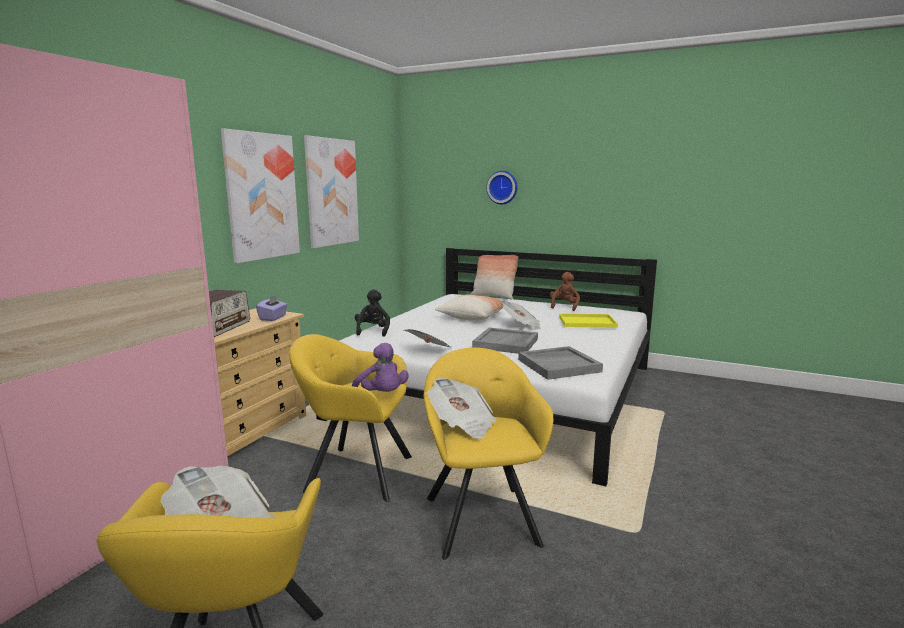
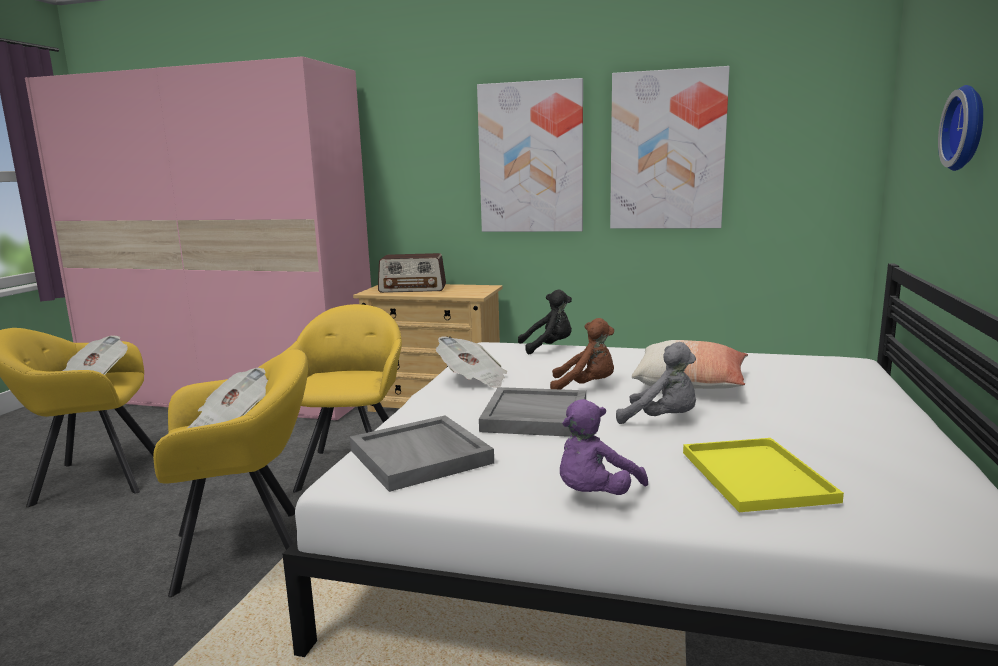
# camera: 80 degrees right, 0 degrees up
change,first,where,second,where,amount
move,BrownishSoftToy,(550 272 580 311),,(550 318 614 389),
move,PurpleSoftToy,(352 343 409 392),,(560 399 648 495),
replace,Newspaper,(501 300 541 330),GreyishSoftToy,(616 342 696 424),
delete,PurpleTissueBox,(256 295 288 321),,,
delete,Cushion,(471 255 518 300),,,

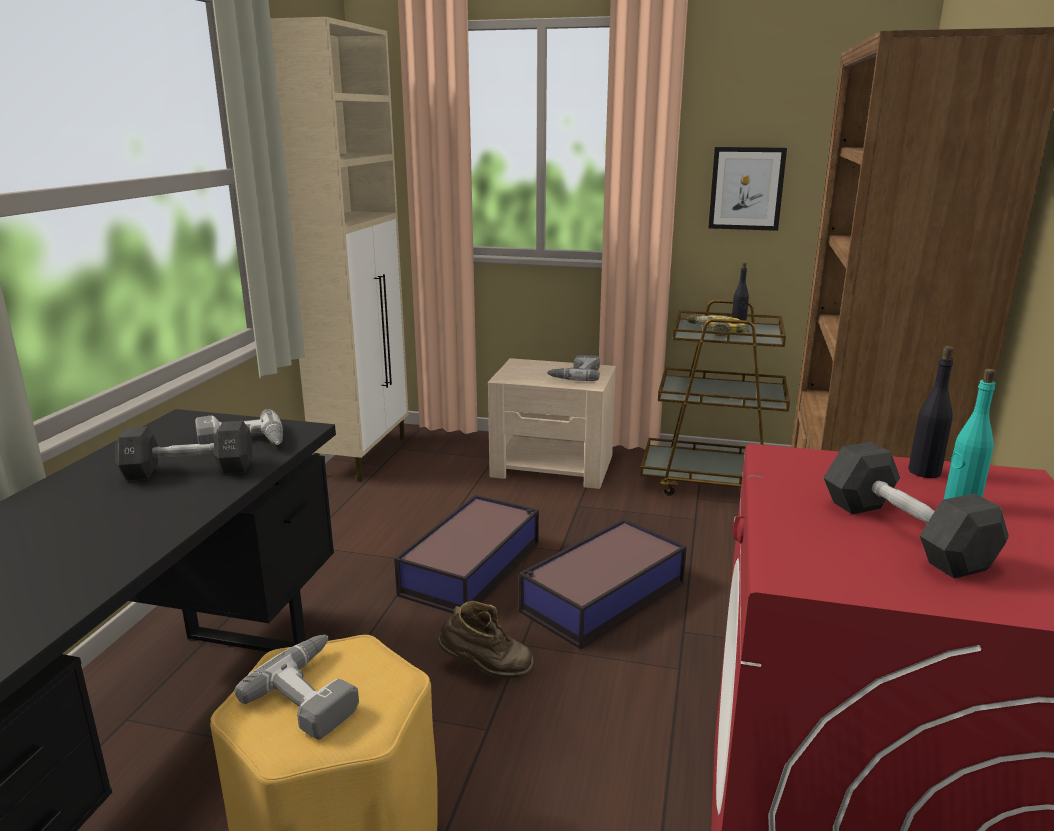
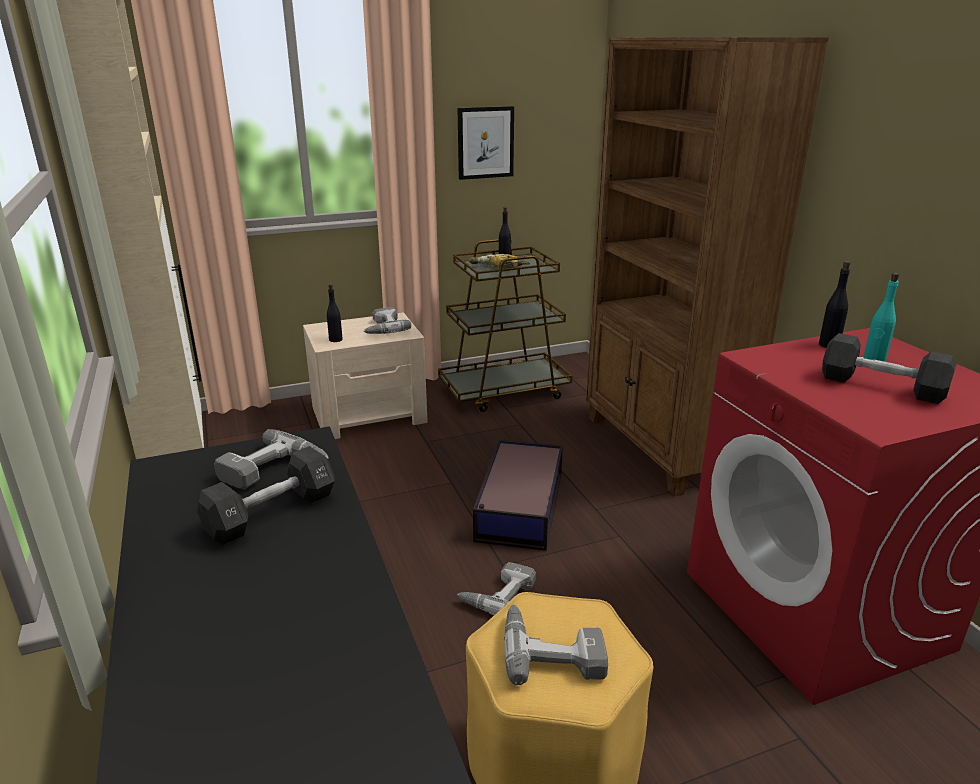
# camera: 35 degrees left, 5 degrees up
change,first,where,second,where,amount
insert,,,BlackishBeverageBottle,(327 284 343 342),
replace,BrownishHighTopBoot,(438 601 534 678),PowerDrill,(457 562 536 615),
delete,StorageBox,(394 495 539 614),,,

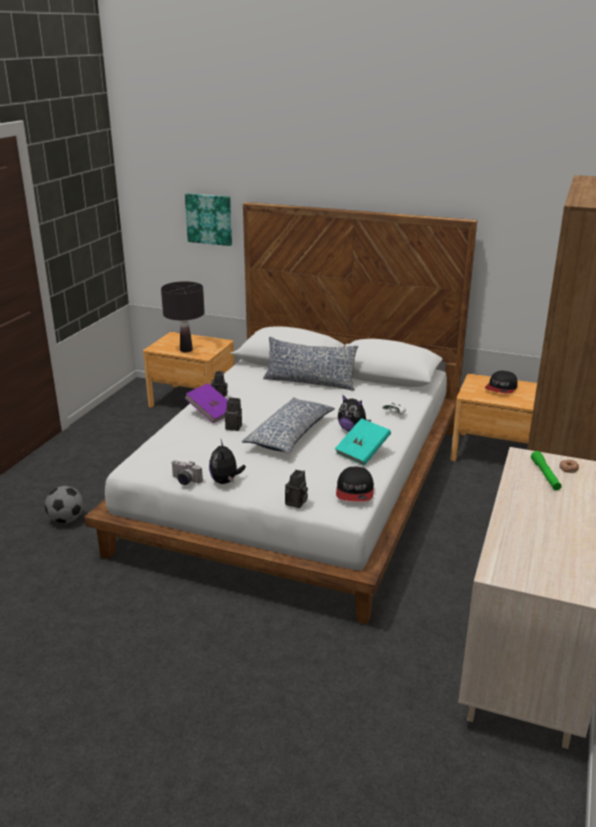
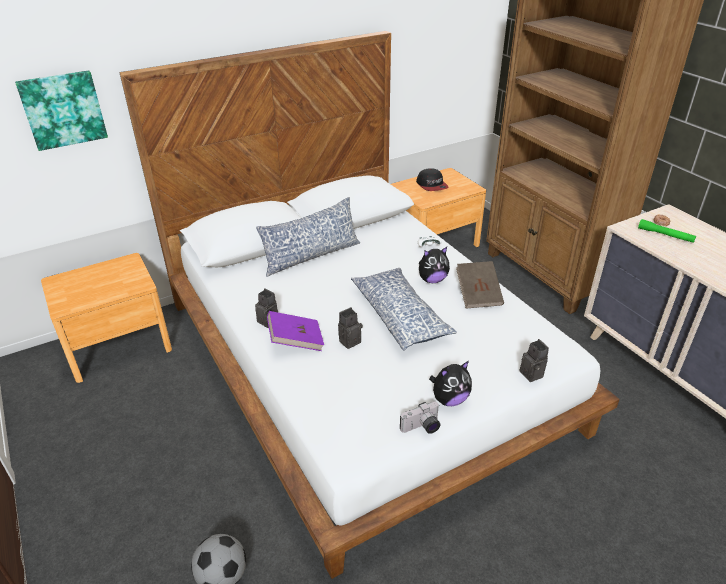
# camera: 50 degrees left, 10 degrees up
change,first,where,second,where,amount
rotate,SoftToy,(209 440 246 484),,(429 361 472 406),60 degrees counterclockwise
recolor,TurquoiseBoundBook,(335 418 391 465),BrownishBoundBook,(456 261 504 309),
delete,BlackishTabletopLamp,(161 281 205 352),,,
delete,PeakedCap,(336 466 374 502),,,

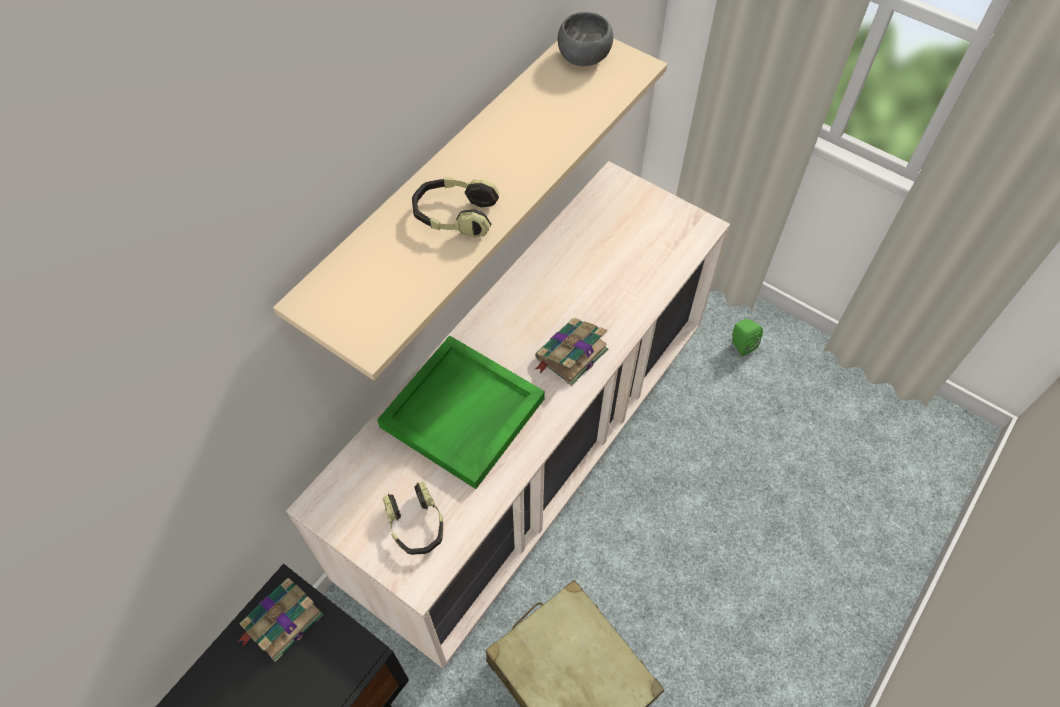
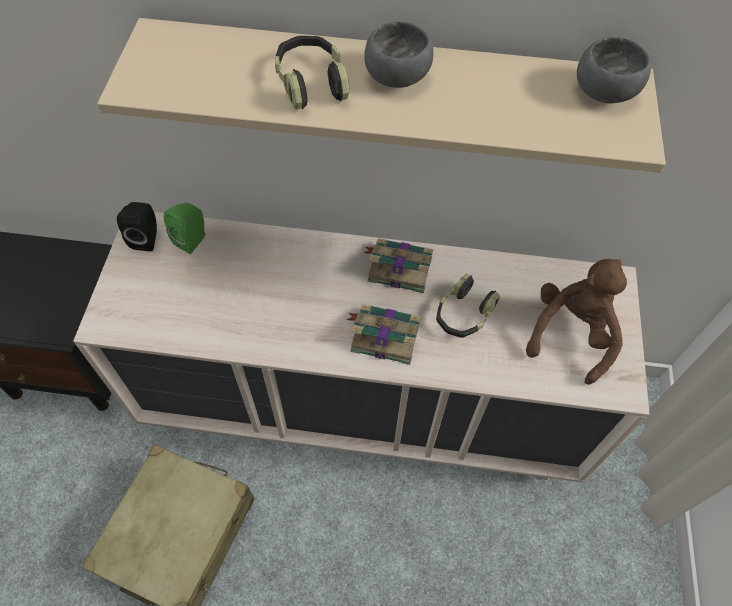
# camera: 60 degrees right, 0 degrees up
change,first,where,second,where,amount
insert,,,BlackishSpeaker,(117 202 157 251),
move,GreenSpeaker,(732 319 763 356),,(164 203 205 254),
move,BoundBook,(238 578 324 662),,(364 238 433 293),
insert,,,GreyishServingBowl,(365 21 433 88),
move,Headset,(383 482 443 555),,(436 274 500 338),
insert,,,BrownishSoftToy,(526 259 627 385),
delete,GreenServingTray,(377 335 545 489),,,

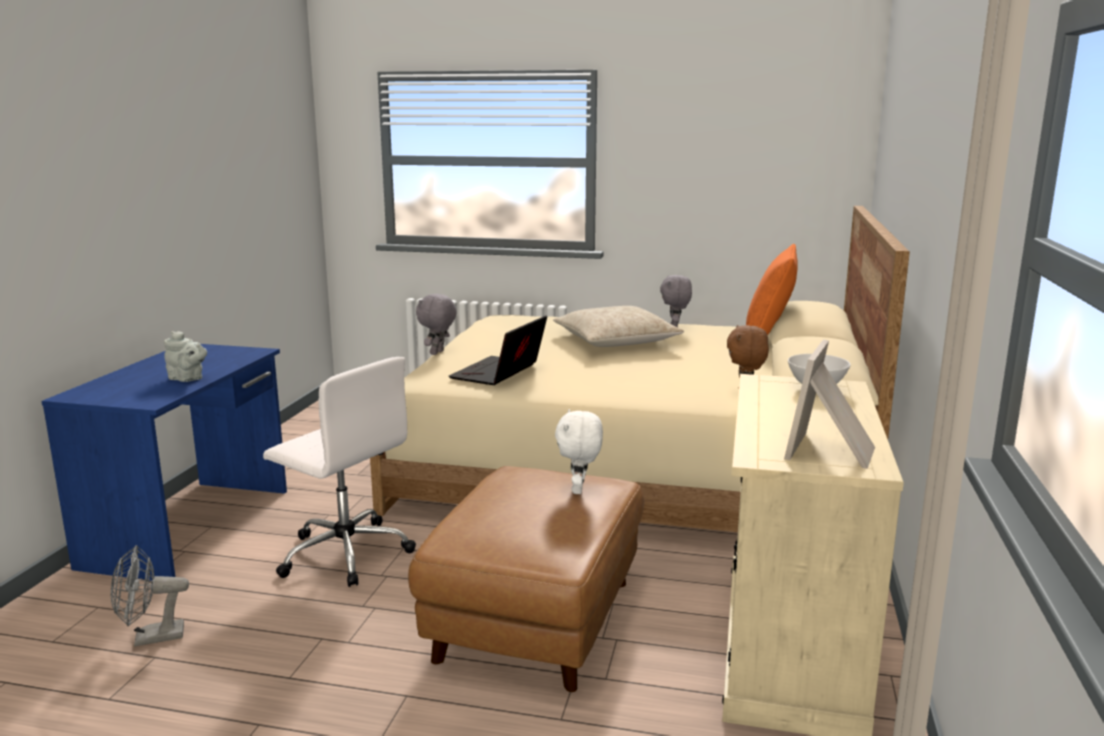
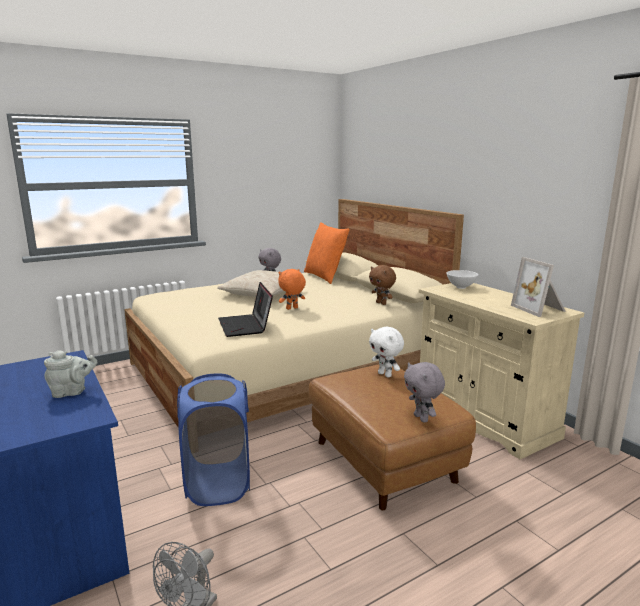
# camera: 45 degrees left, 0 degrees up
change,first,where,second,where,amount
replace,WhiteDeskChair,(263 357 416 587),BlueWashingBasket,(177 374 250 506),
insert,,,OrangeSoftToy,(278 269 306 310),
move,GreyishSoftToy,(416 294 457 355),,(404 362 445 422),

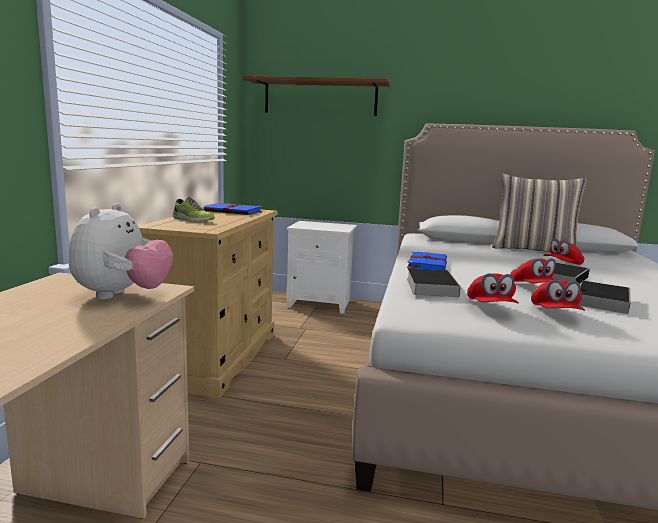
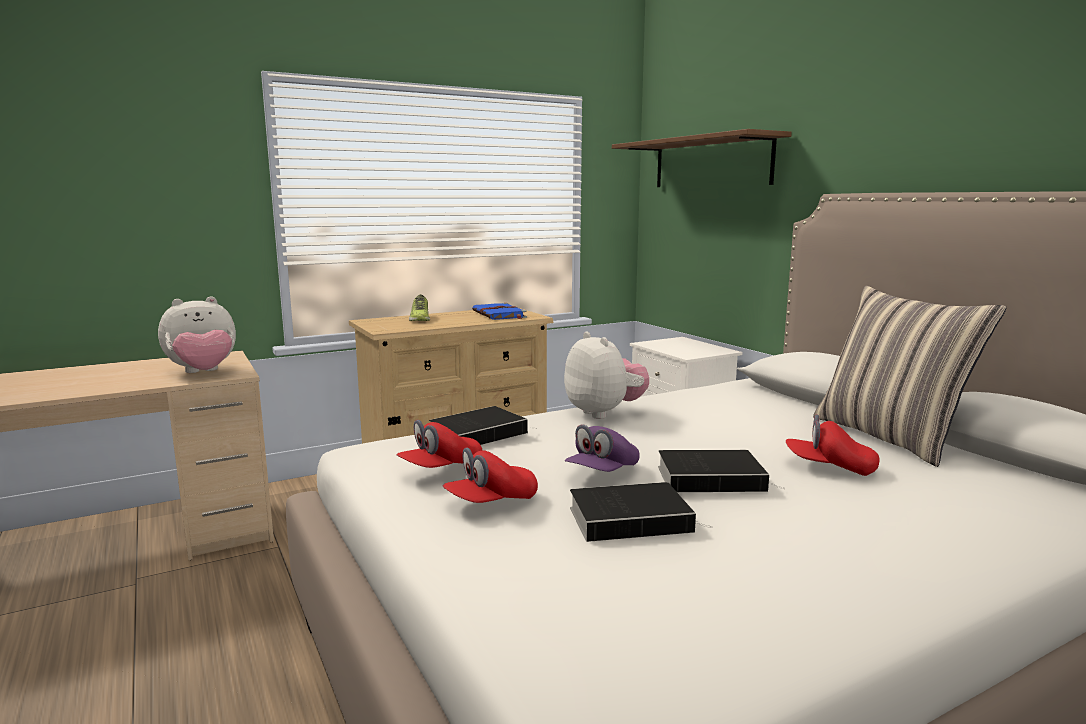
# camera: 50 degrees right, 0 degrees up
change,first,where,second,where,amount
replace,BlueBoundBook,(407 251 447 270),SoftToy,(564 331 649 419),
recolor,RedColouredPeakedCap,(510 258 557 283),PurplePeakedCap,(565 425 640 472),

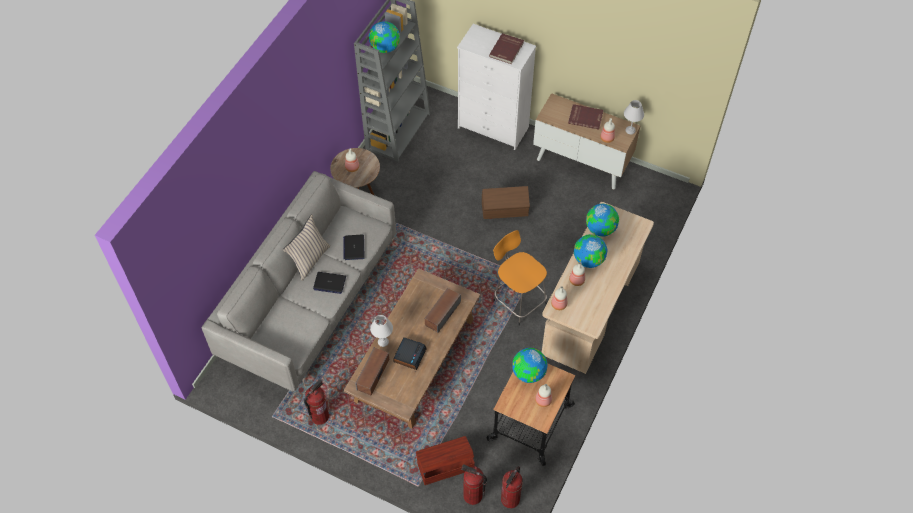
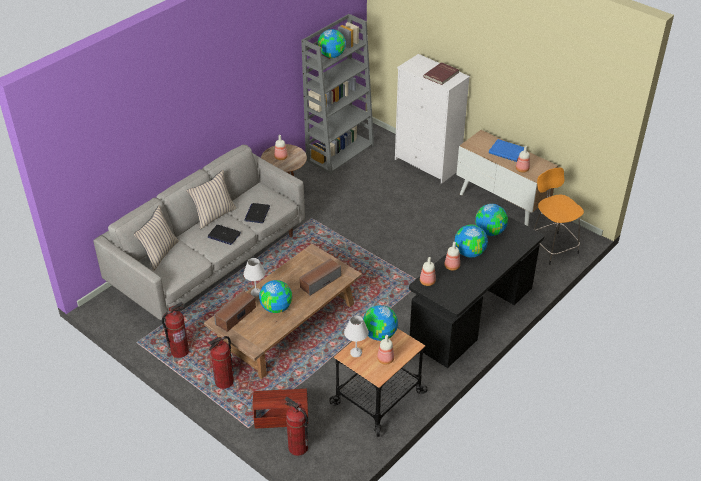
# camera: 15 degrees right, 15 degrees down
change,first,where,second,where,amount
insert,,,BeigeCushion,(134 205 179 271),
move,FireExtinguisher,(501 466 522 508),,(208 336 234 389),
replace,TableClock,(393 337 427 370),WorldGlobe,(259 280 292 313),
move,WhiteTabletopLamp,(624 100 644 134),,(344 316 369 357),
recolor,BeigeDeskUnit,(542 202 654 374),BlackishDeskUnit,(409 216 544 368),
recolor,RedColouredBoundBook,(568 104 603 130),BlueBoundBook,(489 139 524 162),
move,OrangeStoolSeat,(493 230 547 326),,(534 168 584 265),
delete,BrownishStorageBox,(482 186 530 219),,,

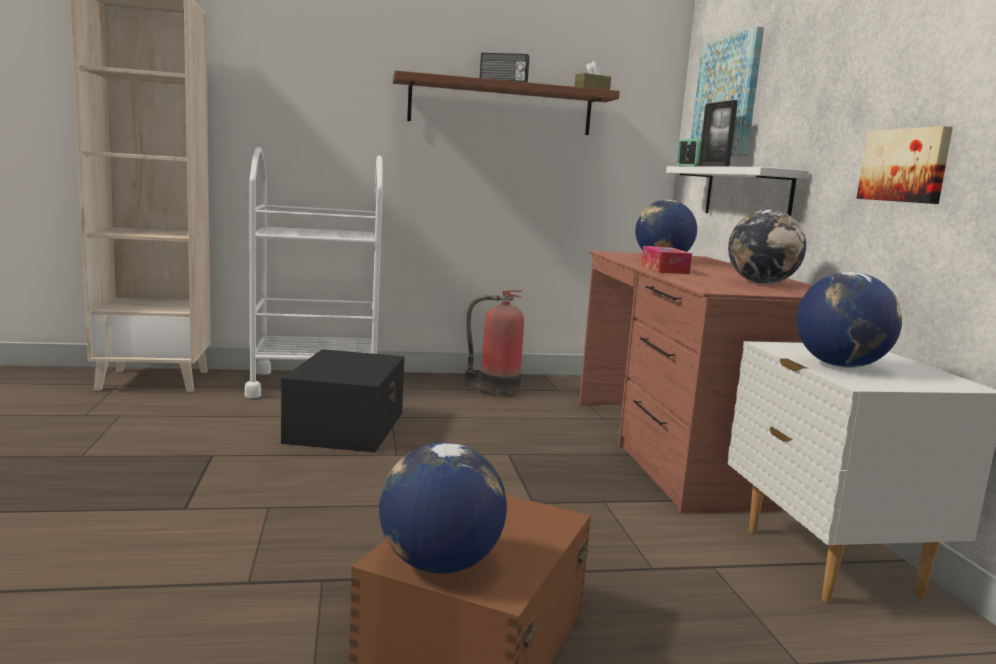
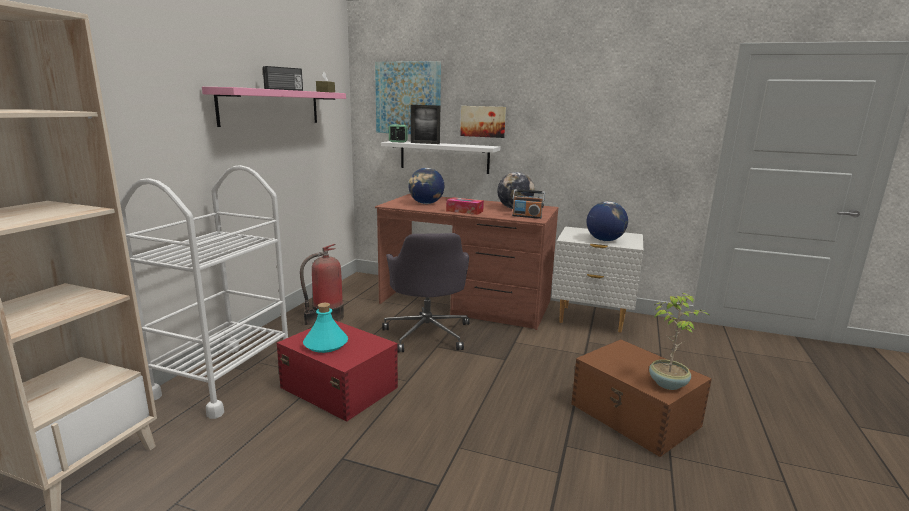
# camera: 60 degrees left, 5 degrees up
change,first,where,second,where,amount
recolor,BrownishShelf,(393 70 620 135),PinkShelf,(202 87 346 127),
recolor,BlackishStorageBox,(281 349 405 453),RedColouredStorageBox,(277 320 398 422),
insert,,,TurquoiseBeverageBottle,(303 303 348 353),
insert,,,GreyishDeskChair,(382 233 470 353),
move,WallArt,(857 126 953 204),,(460 106 506 138),
insert,,,RadioReceiver,(512 189 545 219),
replace,WorldGlobe,(379 442 507 574),Houseplant,(649 293 709 390),

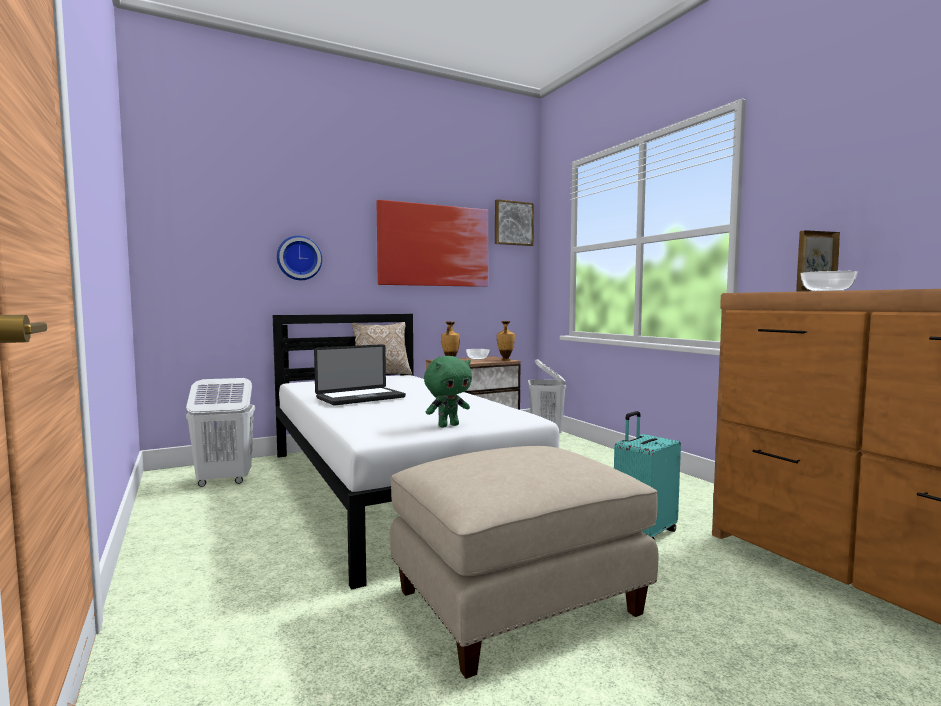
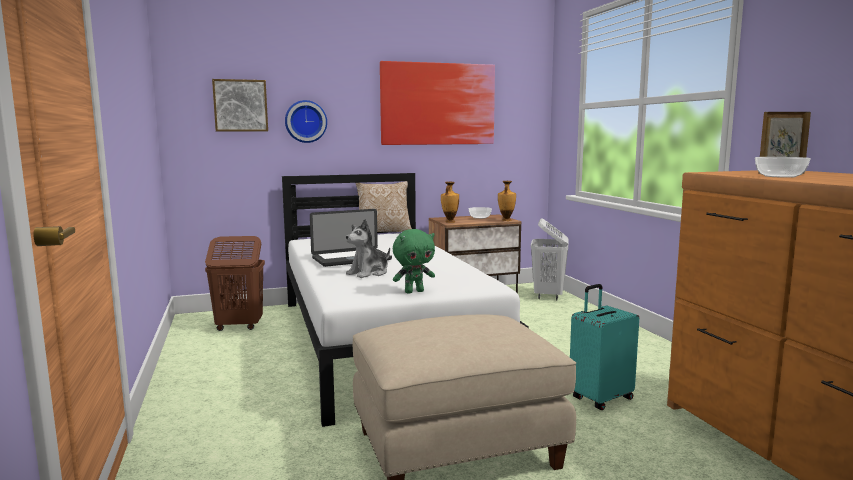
# camera: 10 degrees right, 5 degrees up
change,first,where,second,where,amount
recolor,WhiteWashingBasket,(186 378 255 487),BrownishWashingBasket,(205 236 265 331),
move,WallArt,(495 199 534 246),,(212 79 268 132),
insert,,,SoftToy,(346 219 390 278),

